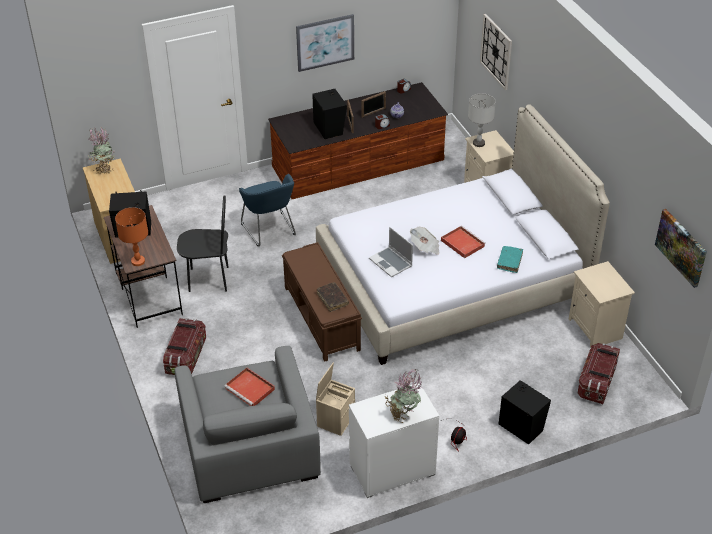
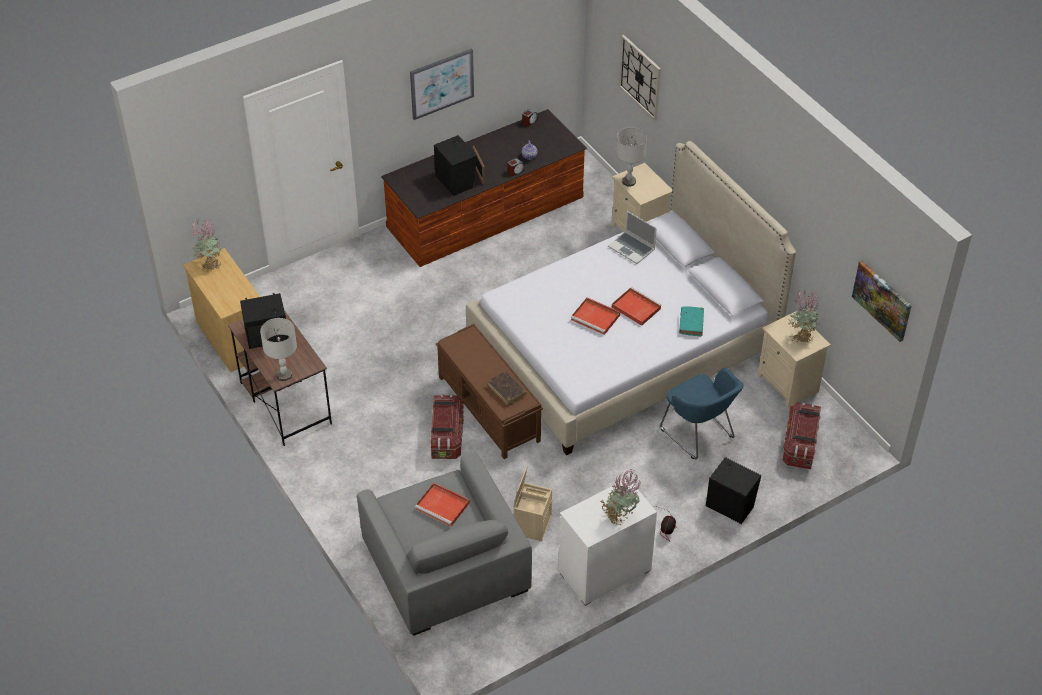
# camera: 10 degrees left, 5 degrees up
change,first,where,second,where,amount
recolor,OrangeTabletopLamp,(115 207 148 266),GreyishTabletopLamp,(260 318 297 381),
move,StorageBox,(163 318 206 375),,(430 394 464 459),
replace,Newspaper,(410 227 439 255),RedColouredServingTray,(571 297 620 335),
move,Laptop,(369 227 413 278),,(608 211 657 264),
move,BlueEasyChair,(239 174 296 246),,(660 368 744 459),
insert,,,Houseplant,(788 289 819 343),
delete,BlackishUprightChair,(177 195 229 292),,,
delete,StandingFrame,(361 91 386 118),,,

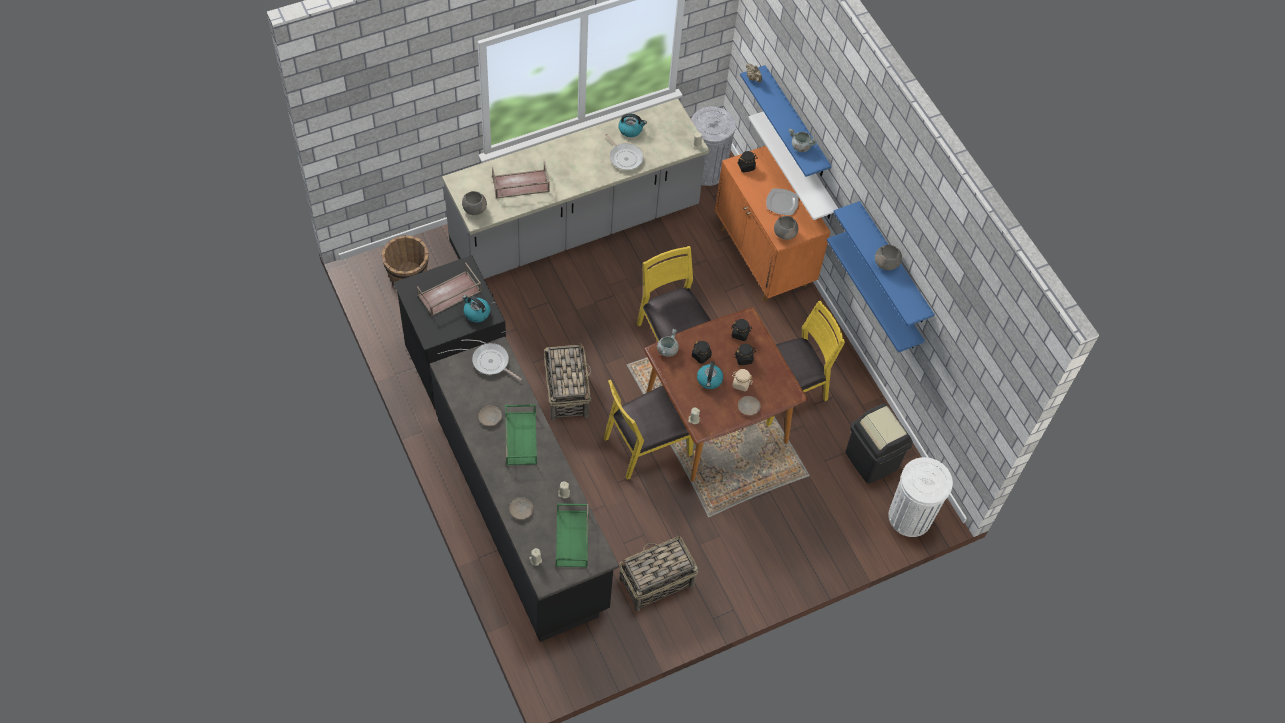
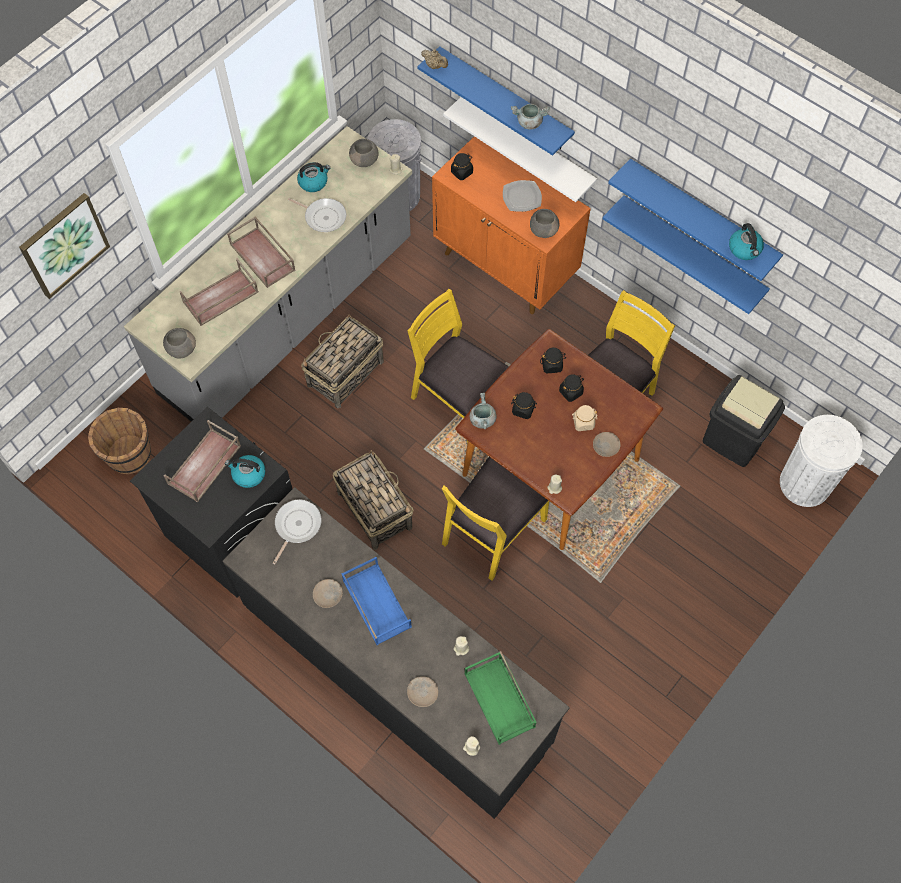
# camera: 20 degrees left, 5 degrees up
change,first,where,second,where,amount
insert,,,WallArt,(19 193 110 299),
insert,,,BrownishServingTray,(227 216 296 288),
rotate,Pan,(472 343 522 381),,(273 500 322 564),105 degrees clockwise
move,Basket,(619 536 698 611),,(301 314 384 409),
recolor,GreenServingTray,(505 404 537 465),BlueServingTray,(341 557 412 645),
move,GreyishServingBowl,(875 245 902 270),,(349 139 378 167),
move,TeaKettle,(697 361 723 389),,(729 223 764 260),

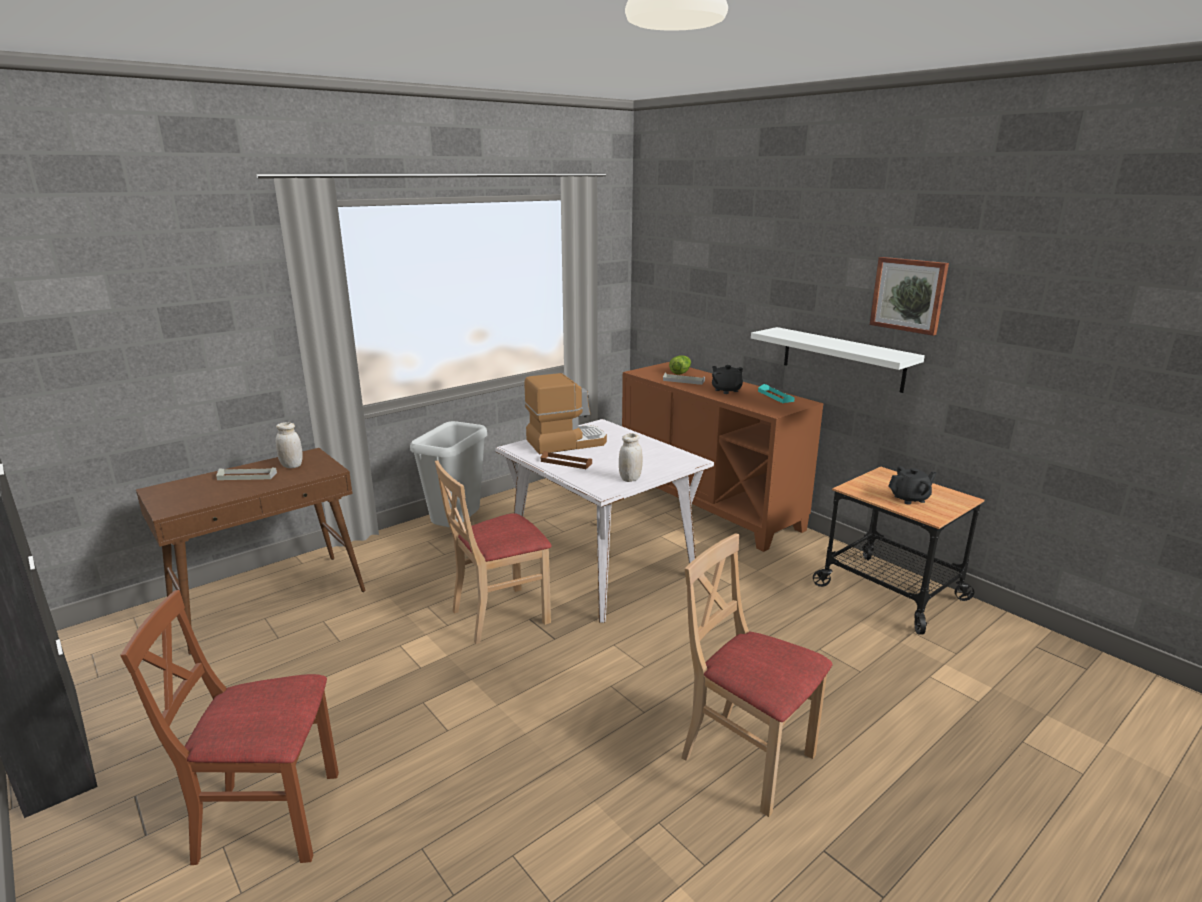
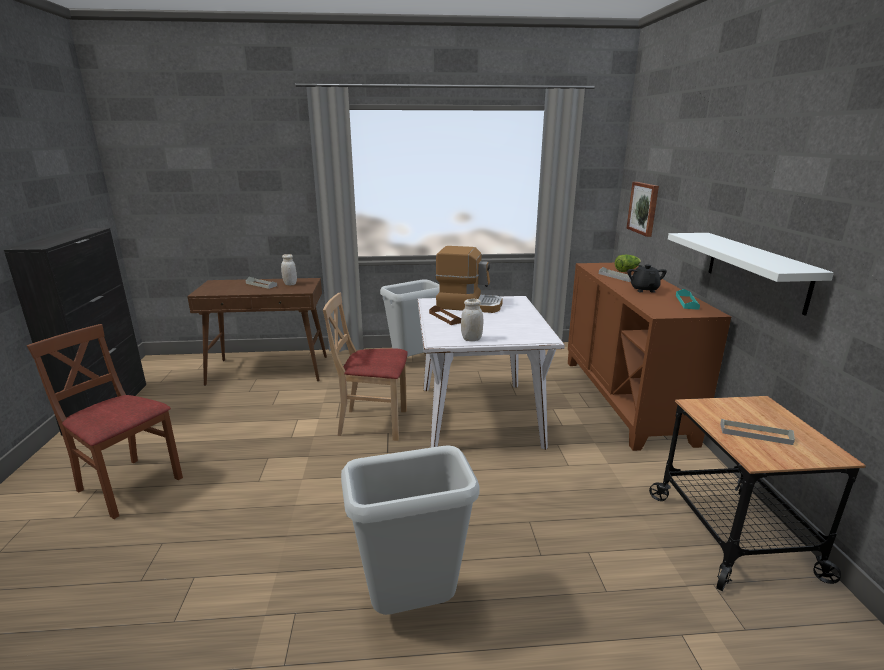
# camera: 35 degrees right, 0 degrees up
change,first,where,second,where,amount
replace,BeigeUprightChair,(681 533 833 817),GreyishRubbishBin,(341 445 480 615),
move,WallArt,(870 257 949 336),,(627 182 659 237),
replace,BlackishTeaPot,(888 466 937 505),GreyishServingTray,(720 419 795 445),

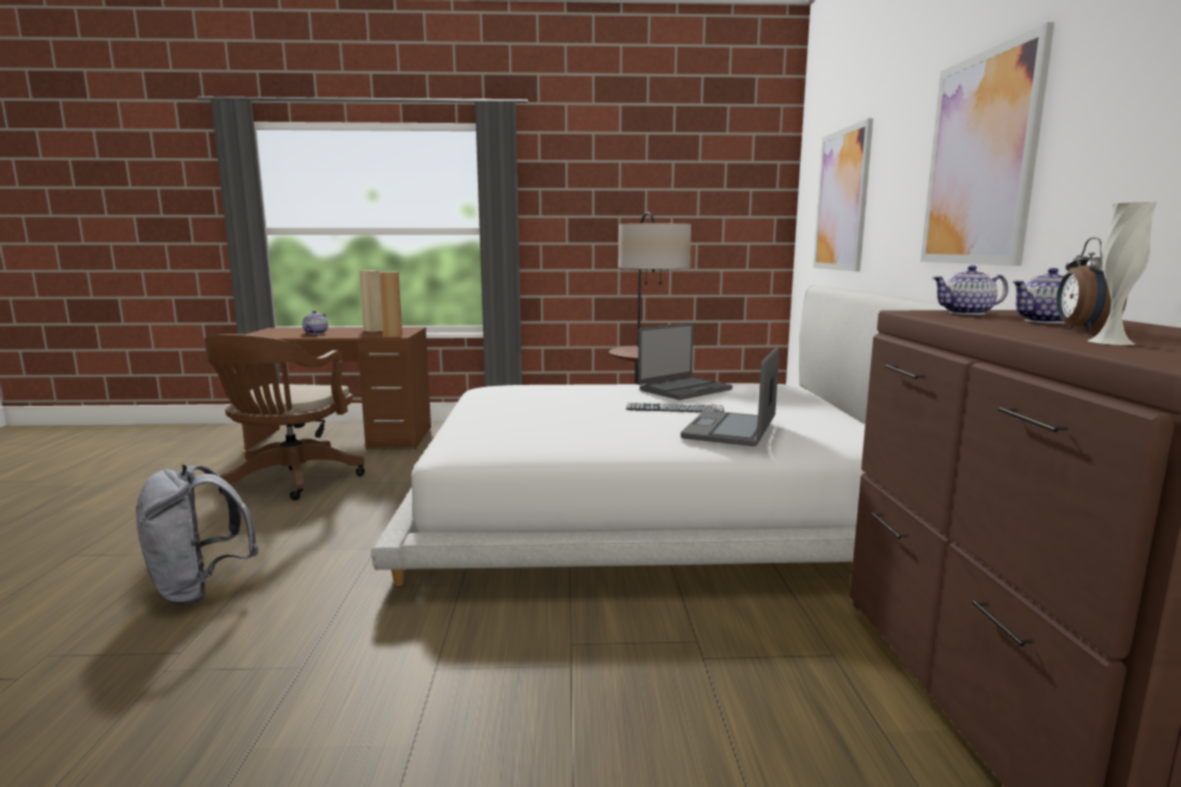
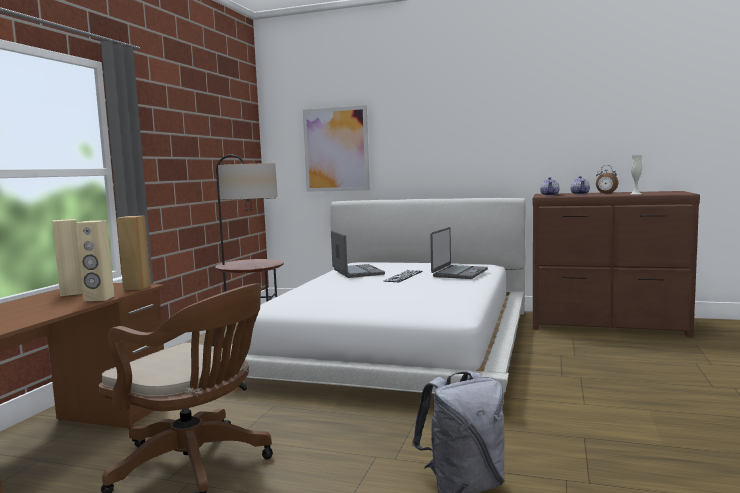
# camera: 70 degrees left, 5 degrees down
change,first,where,second,where,amount
insert,,,BeigeSpeaker,(76 220 115 301),
rotate,Laptop,(681 347 779 446),,(430 227 488 279),105 degrees counterclockwise
delete,TeaPot,(302 310 328 334),,,
delete,WallArt,(921 22 1055 266),,,

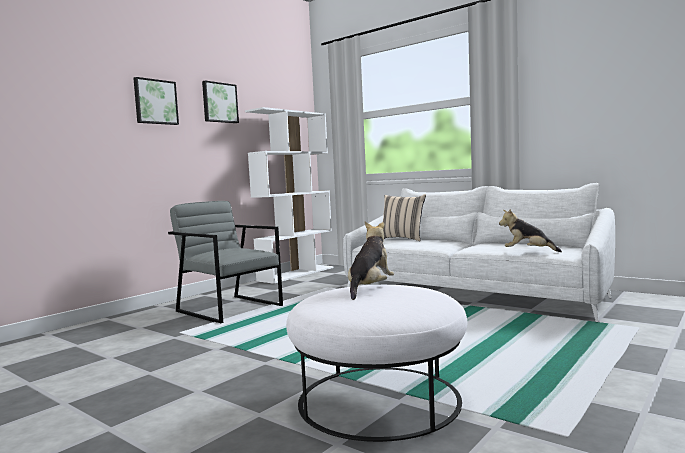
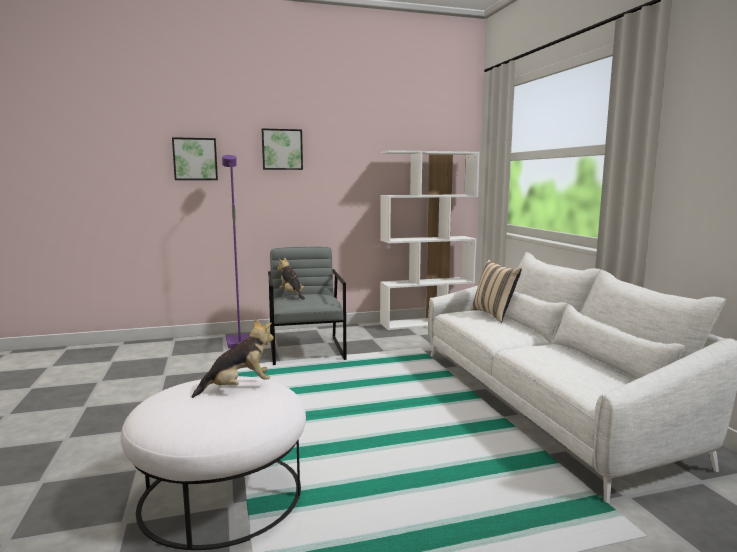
# camera: 35 degrees right, 5 degrees up
change,first,where,second,where,amount
move,WallArt,(202 80 239 123),,(172 137 218 180),
insert,,,PurpleStandingLamp,(222 155 250 349),
move,SoftToy,(499 209 562 252),,(277 258 305 300),

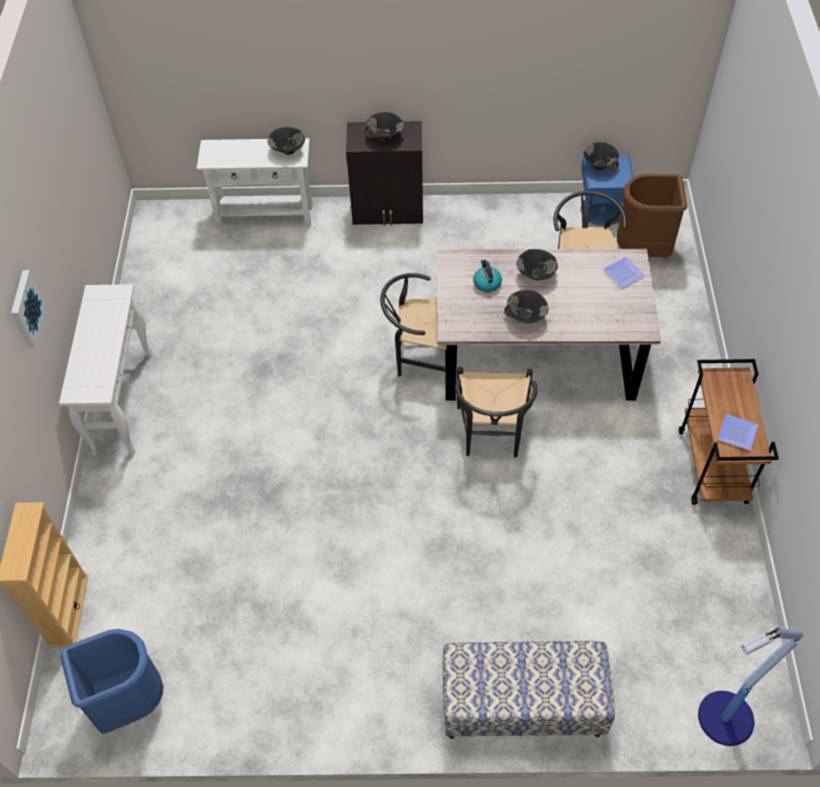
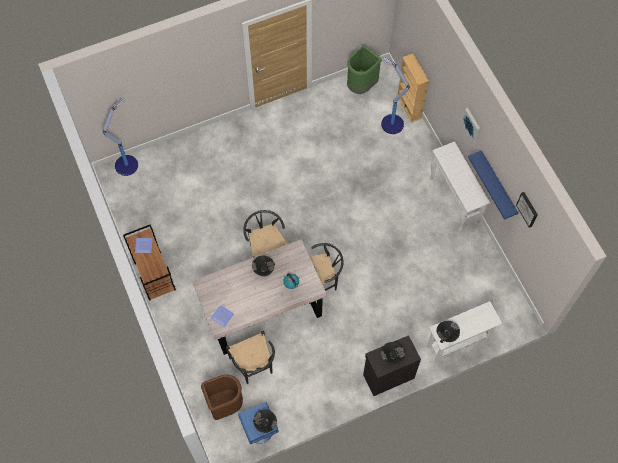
# camera: 155 degrees right, 10 degrees up
change,first,where,second,where,amount
recolor,BlueRubbishBin,(61 629 164 734),GreenRubbishBin,(347 45 382 94),
insert,,,StandingLamp,(381 57 410 134),
insert,,,BlueShelf,(468 151 518 220),
insert,,,WallArt,(516 192 538 228),
delete,IndoorBench,(443 641 615 739),,,
delete,BlackishServingBowl,(516 249 558 281),,,

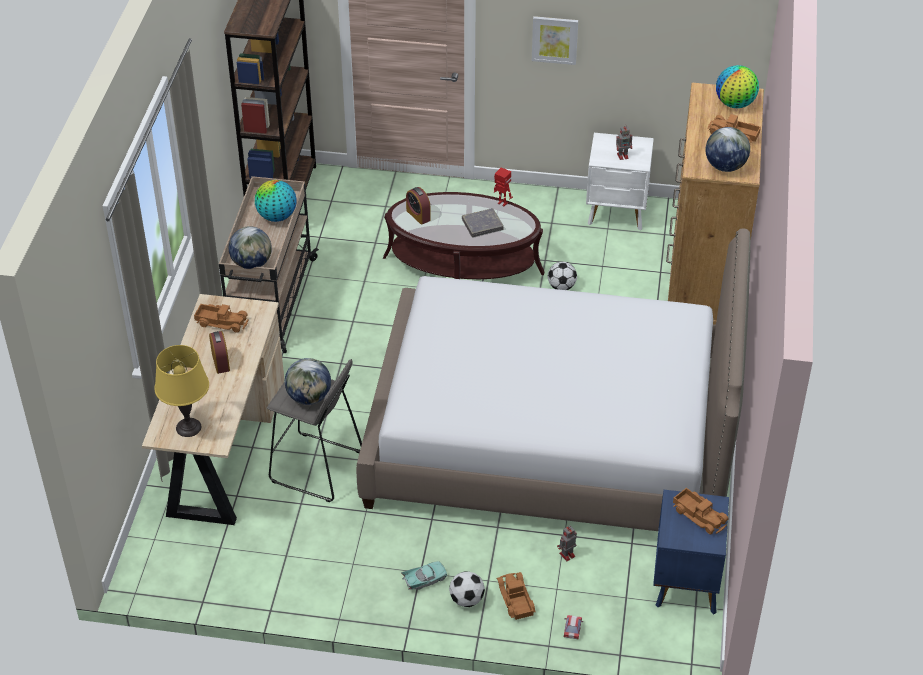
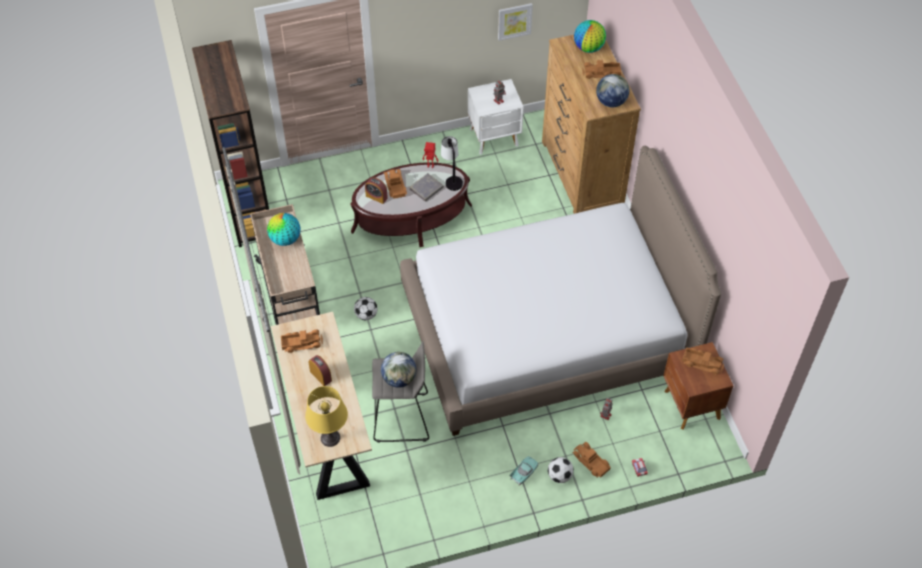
# camera: 25 degrees left, 10 degrees up
change,first,where,second,where,amount
move,Football,(548 262 577 290),,(354 297 378 320),
insert,,,ToyLorry,(384 169 407 199),
insert,,,TabletopLamp,(441 136 463 191),
move,WallArt,(532 16 578 65),,(498 3 533 41),
recolor,BlueBedsideTable,(653 490 729 614),BrownishBedsideTable,(663 342 733 430),
delete,WorldGlobe,(229 226 272 269),,,

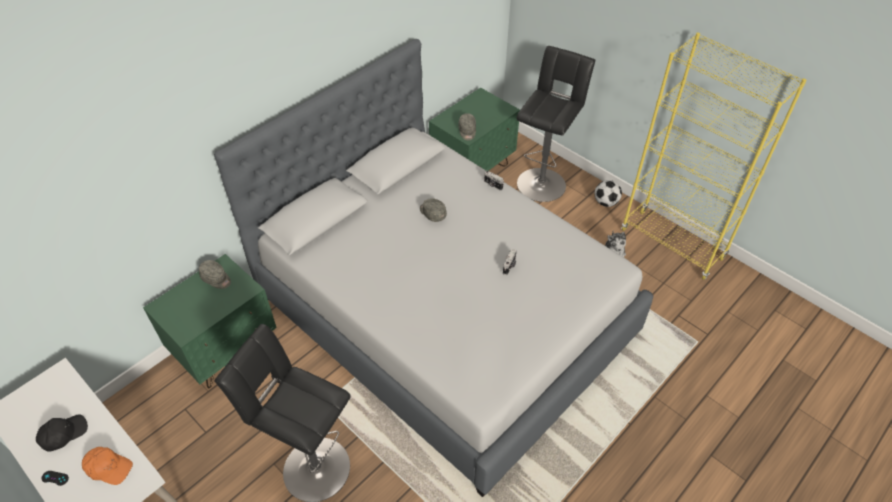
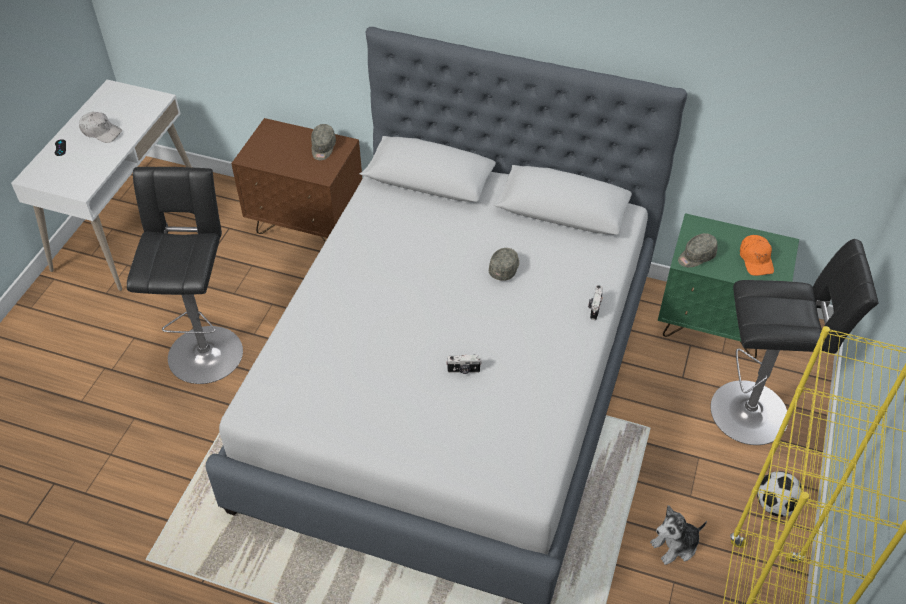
# camera: 65 degrees right, 0 degrees up
change,first,where,second,where,amount
recolor,BlackishPeakedCap,(36 414 88 452),WhitePeakedCap,(79 112 122 143),
recolor,GreenBedsideTable,(143 254 277 389),BrownishBedsideTable,(231 118 362 242),
move,OrangePeakedCap,(82 447 133 485),,(740 235 774 276),

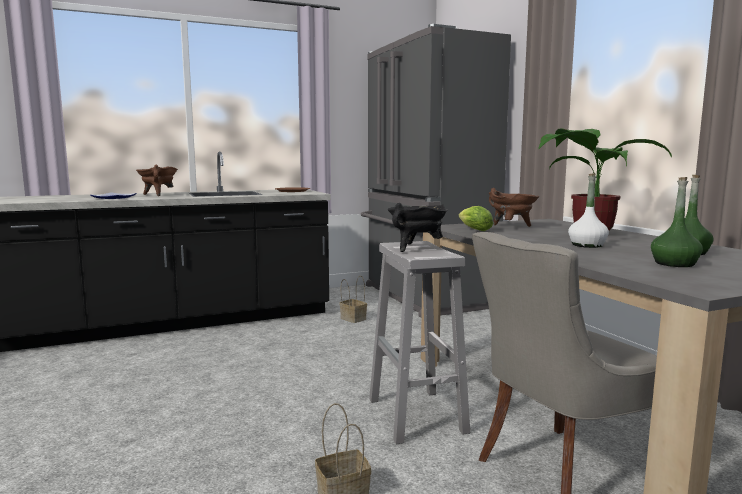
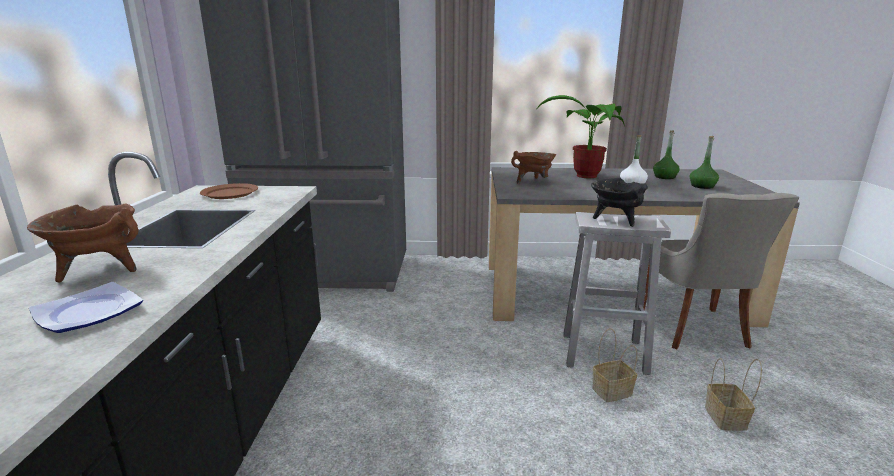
# camera: 65 degrees left, 10 degrees up
change,first,where,second,where,amount
move,Basket,(340 275 367 323),,(592 328 637 402),
delete,HeadOfLettuce,(459 206 493 231),,,

